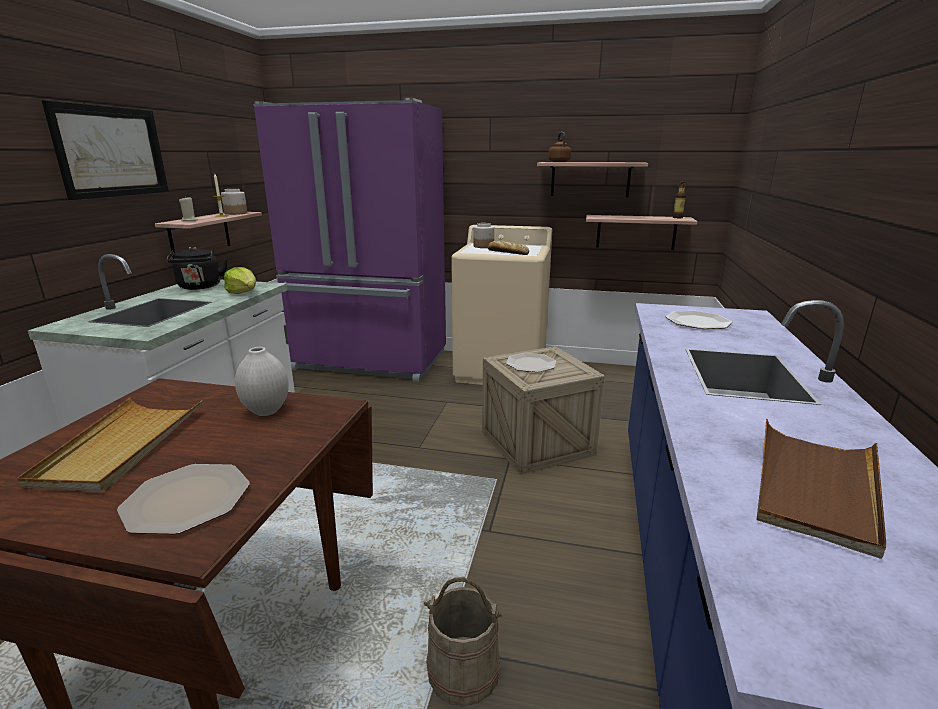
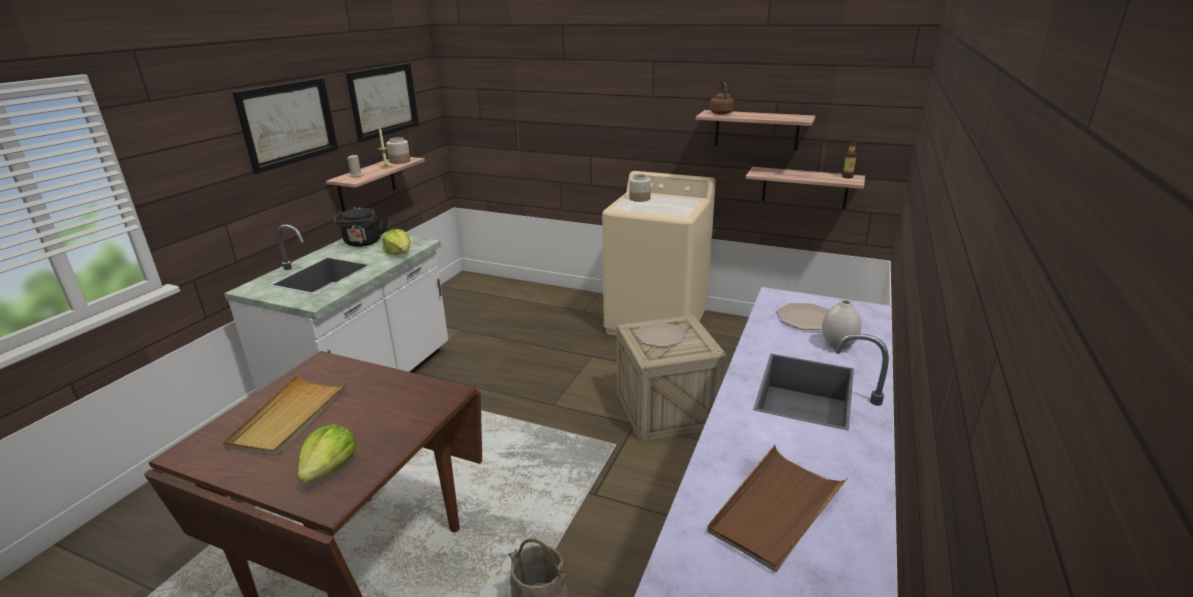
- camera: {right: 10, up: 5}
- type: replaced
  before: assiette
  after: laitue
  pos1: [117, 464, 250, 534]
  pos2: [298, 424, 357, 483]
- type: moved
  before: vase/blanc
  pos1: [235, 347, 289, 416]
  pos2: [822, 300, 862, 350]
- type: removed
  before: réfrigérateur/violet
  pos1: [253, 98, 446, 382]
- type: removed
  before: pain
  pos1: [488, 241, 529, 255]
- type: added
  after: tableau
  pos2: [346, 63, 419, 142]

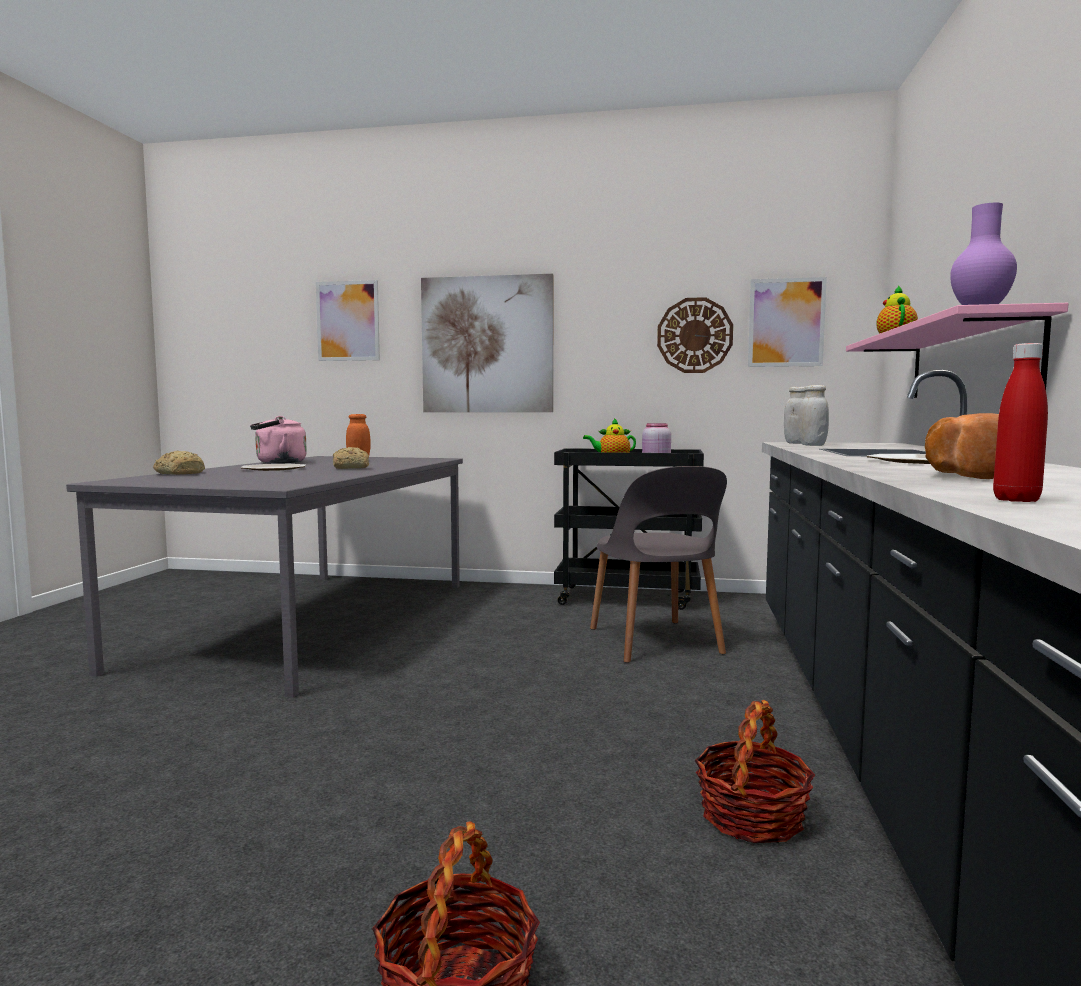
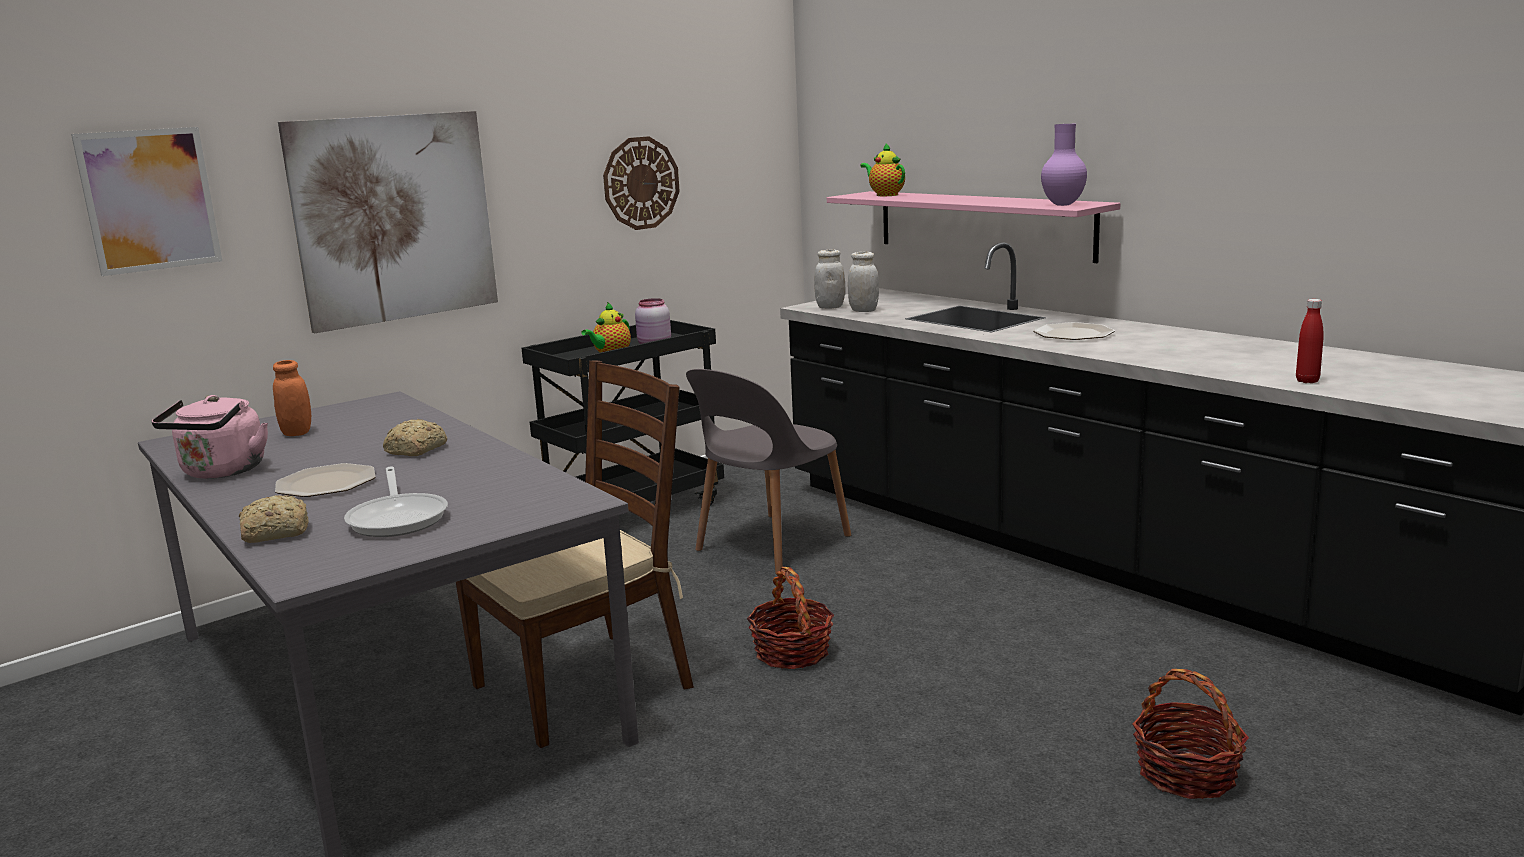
- camera: {right: -50, up: 10}
- type: turned
  before: chaise/gris
  pos1: [590, 466, 727, 663]
  pos2: [686, 369, 851, 574]
  turn: 105
- type: moved
  before: panier
  pos1: [695, 700, 815, 843]
  pos2: [747, 567, 834, 669]
- type: removed
  before: tableau
  pos1: [748, 277, 827, 367]
- type: removed
  before: pain
  pos1: [925, 413, 999, 479]
- type: added
  after: poêle
  pos2: [344, 467, 448, 537]
- type: added
  after: chaise/marron
  pos2: [456, 360, 694, 748]

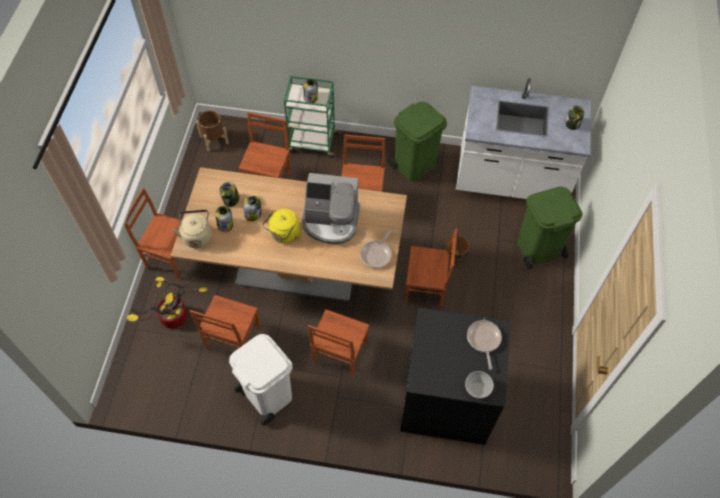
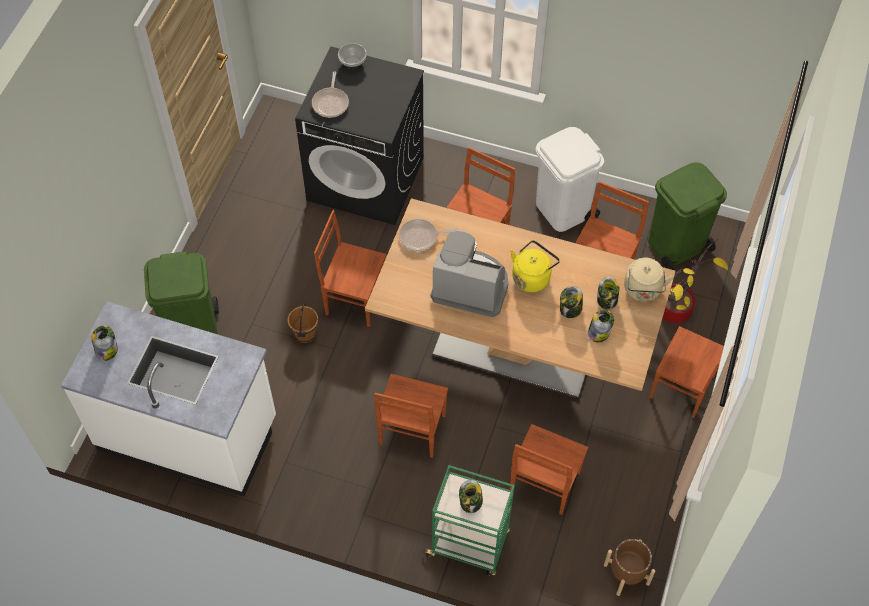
- camera: {right: -170, up: 0}
- type: turned
  before: poêle
  pos1: [360, 229, 392, 268]
  pos2: [399, 219, 458, 252]
  turn: -135
- type: moved
  before: poubelle/vert
  pos1: [388, 102, 447, 182]
  pos2: [648, 162, 727, 270]

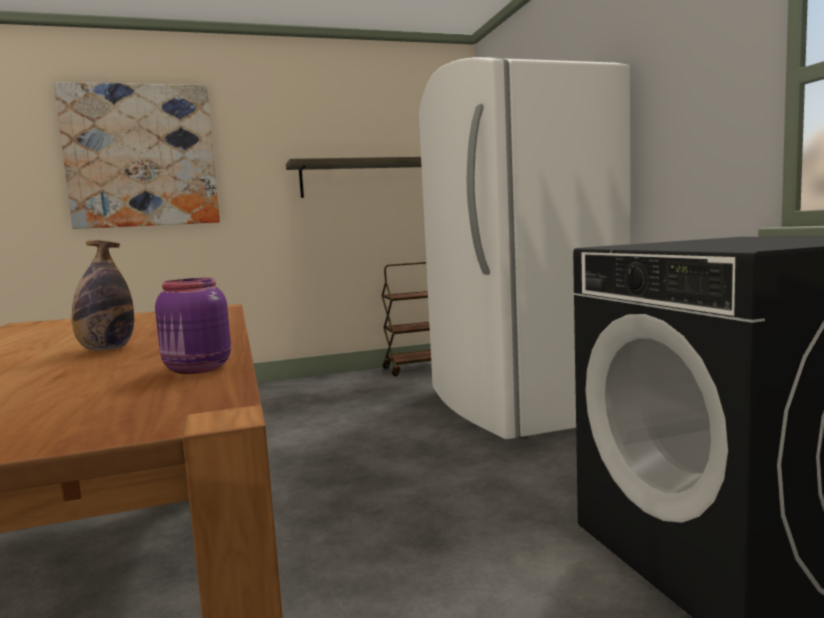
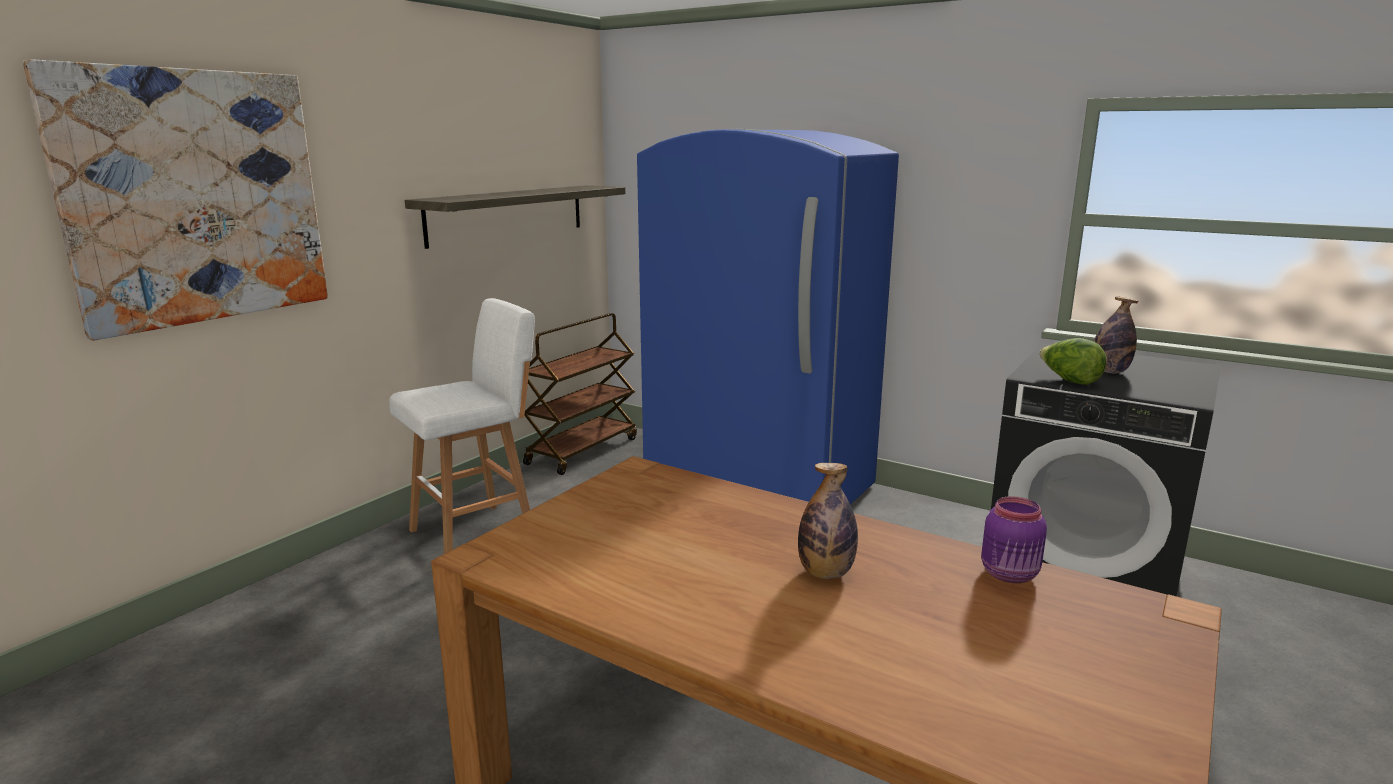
- camera: {right: -40, up: 10}
- type: recoloured
  before: réfrigérateur/blanc
  after: réfrigérateur/bleu
  pos1: [419, 57, 631, 439]
  pos2: [637, 129, 899, 504]
- type: added
  after: tabouret/blanc
  pos2: [389, 298, 535, 554]
- type: added
  after: laitue
  pos2: [1039, 338, 1107, 385]
- type: added
  after: bouteille
  pos2: [1094, 296, 1138, 373]

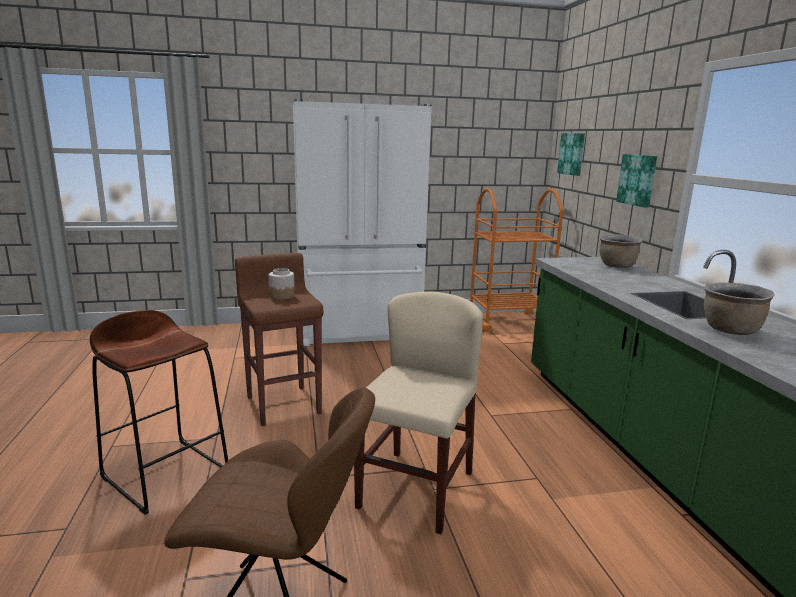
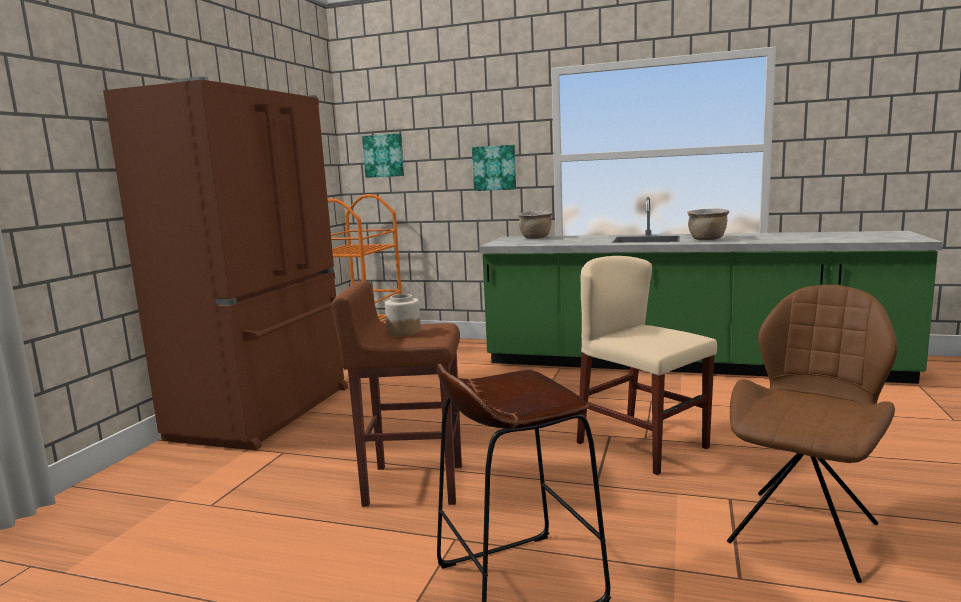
- camera: {right: -60, up: -5}
- type: recoloured
  before: réfrigérateur/blanc
  after: réfrigérateur/marron
  pos1: [293, 99, 432, 346]
  pos2: [103, 77, 348, 450]

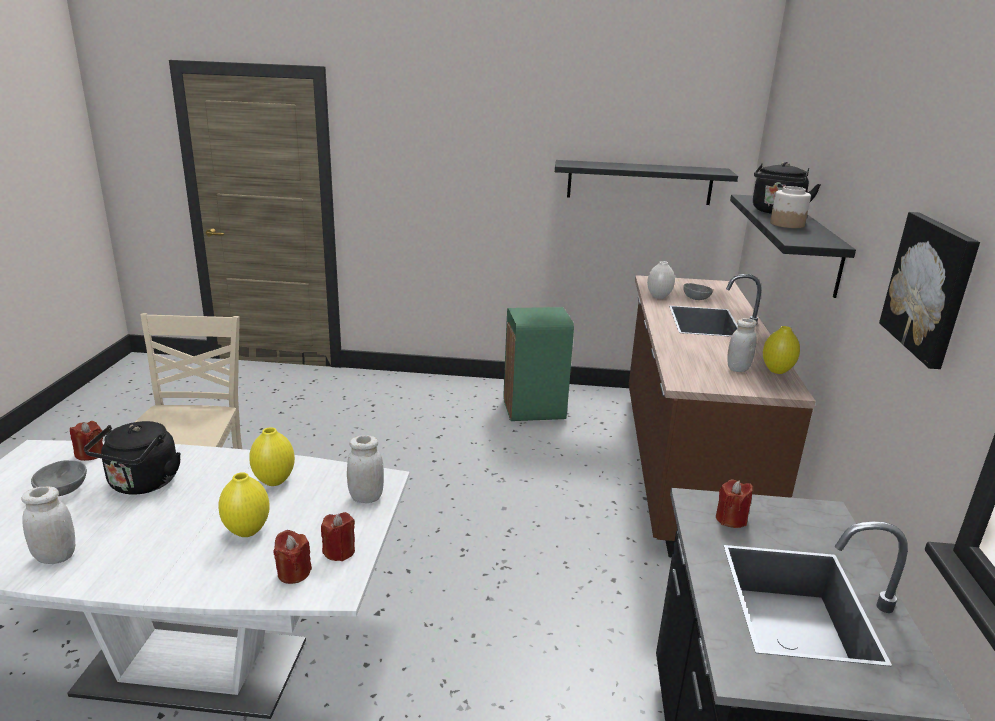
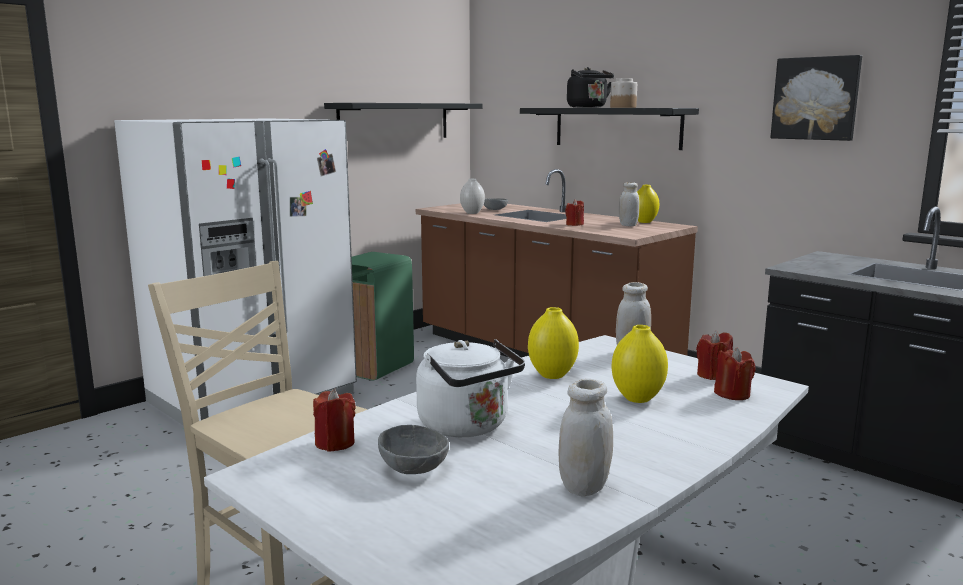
- camera: {right: -50, up: -10}
- type: recoloured
  before: bouilloire/noir
  after: bouilloire/blanc
  pos1: [84, 421, 181, 494]
  pos2: [416, 339, 525, 437]
- type: moved
  before: bougie/rouge
  pos1: [716, 479, 753, 528]
  pos2: [565, 199, 584, 226]
- type: added
  after: réfrigérateur/blanc
  pos2: [114, 119, 357, 426]

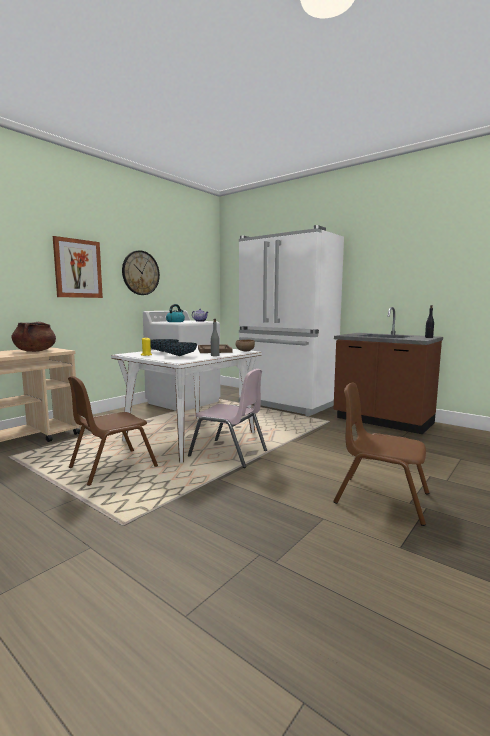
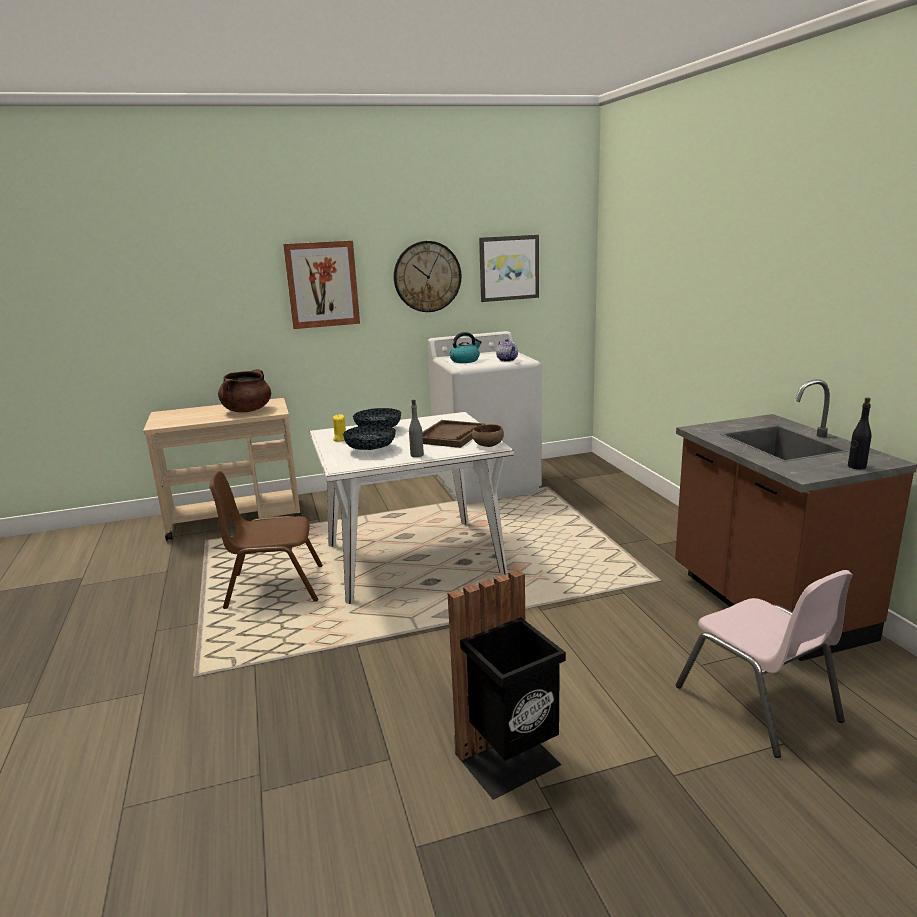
- camera: {right: 35, up: 10}
- type: moved
  before: chaise/rose
  pos1: [188, 369, 267, 468]
  pos2: [676, 570, 853, 758]
- type: removed
  before: réfrigérateur/blanc
  pos1: [239, 225, 344, 416]
- type: replaced
  before: chaise/marron
  after: poubelle/noir
  pos1: [333, 382, 429, 526]
  pos2: [448, 570, 566, 800]
- type: added
  after: tableau
  pos2: [479, 235, 539, 302]

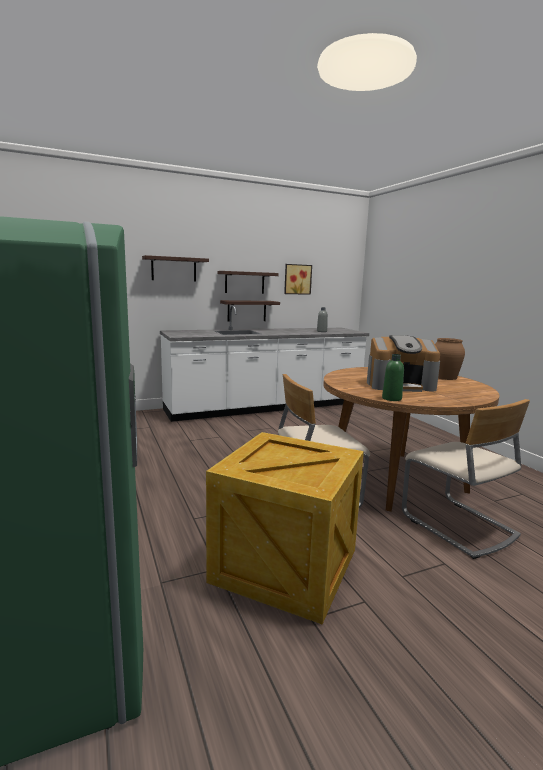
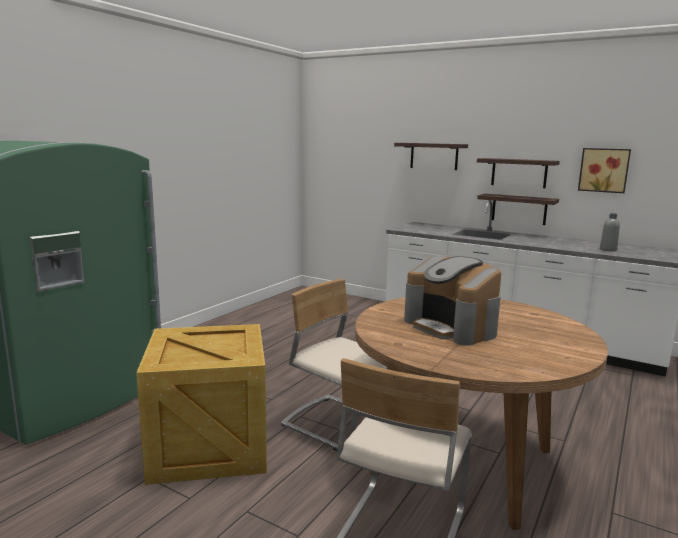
- camera: {right: 55, up: 0}
- type: removed
  before: bouteille/vert
  pos1: [382, 354, 404, 401]
- type: removed
  before: vase/marron
  pos1: [435, 338, 465, 380]

